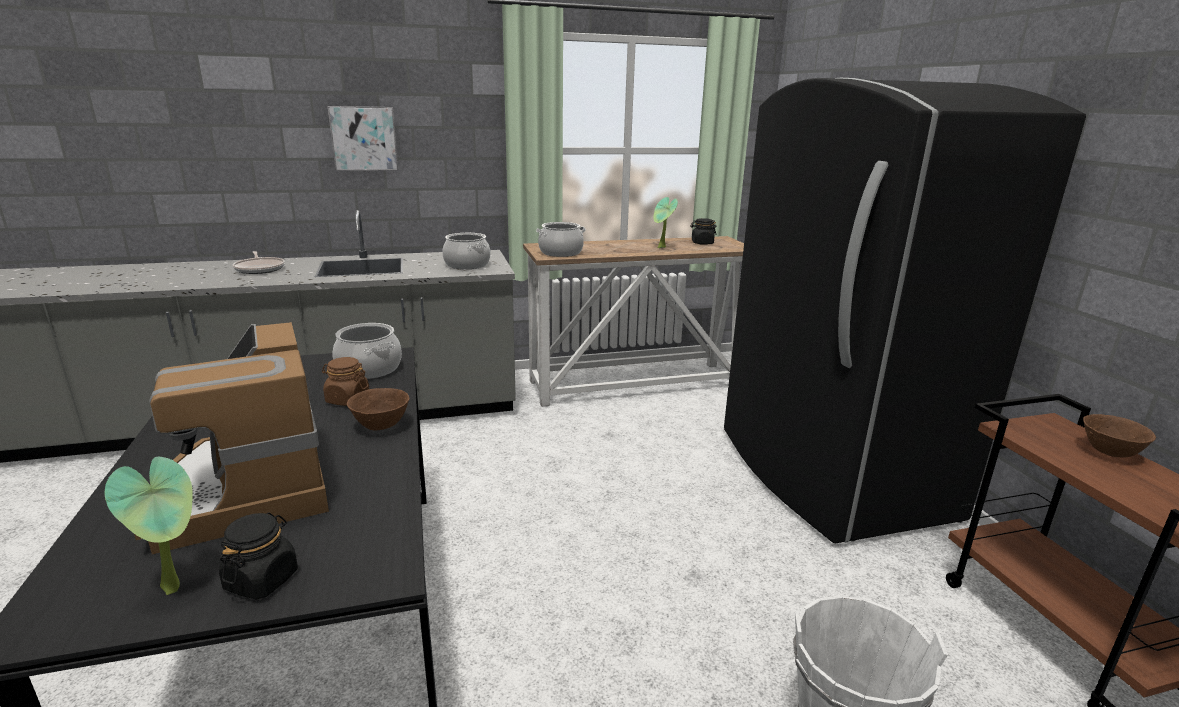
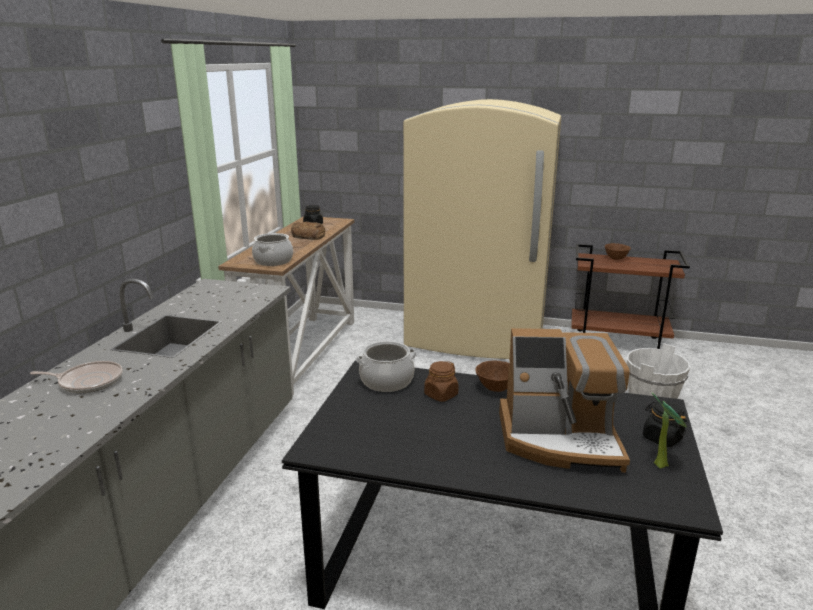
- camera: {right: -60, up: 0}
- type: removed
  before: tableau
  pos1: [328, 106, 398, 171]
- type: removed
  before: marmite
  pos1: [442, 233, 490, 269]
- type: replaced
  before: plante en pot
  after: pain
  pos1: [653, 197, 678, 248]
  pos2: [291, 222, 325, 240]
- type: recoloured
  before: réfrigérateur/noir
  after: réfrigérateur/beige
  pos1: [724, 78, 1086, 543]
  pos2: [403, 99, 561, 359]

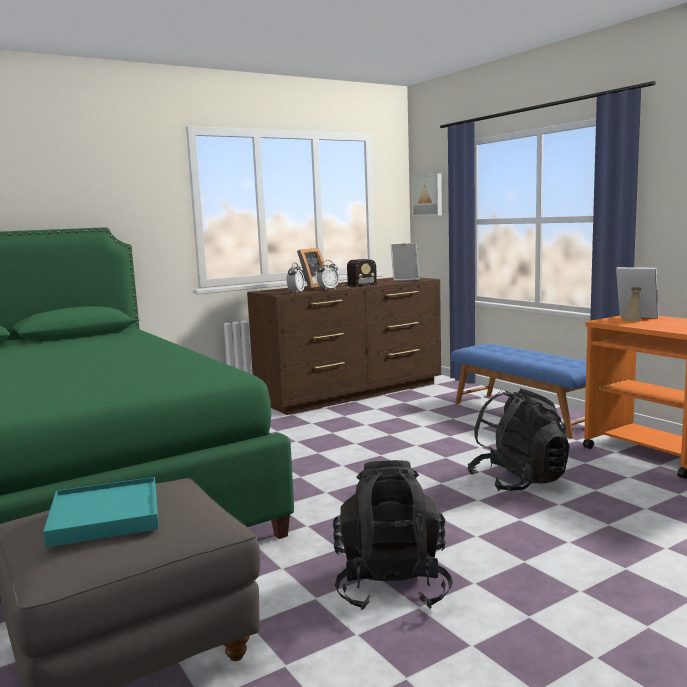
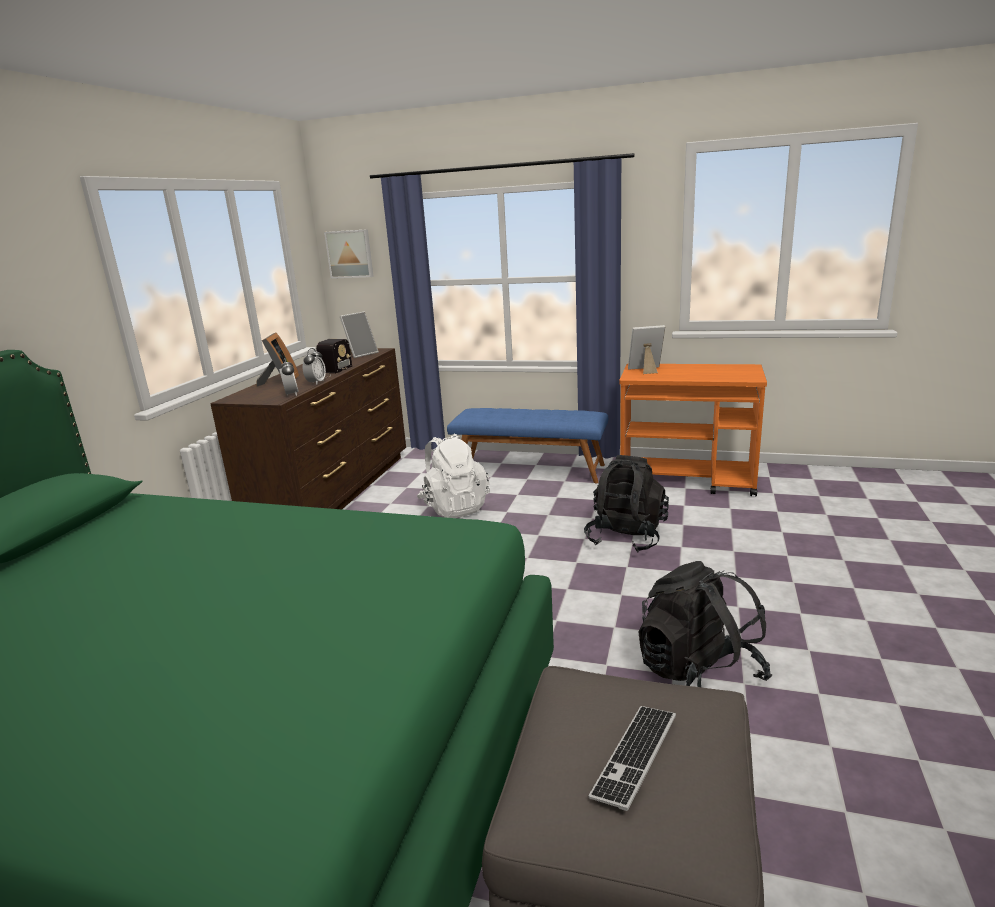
- camera: {right: -40, up: 10}
- type: replaced
  before: plateau/turquoise
  after: clavier
  pos1: [43, 477, 159, 547]
  pos2: [588, 706, 676, 811]
- type: added
  after: sac à dos/blanc
  pos2: [417, 434, 490, 518]

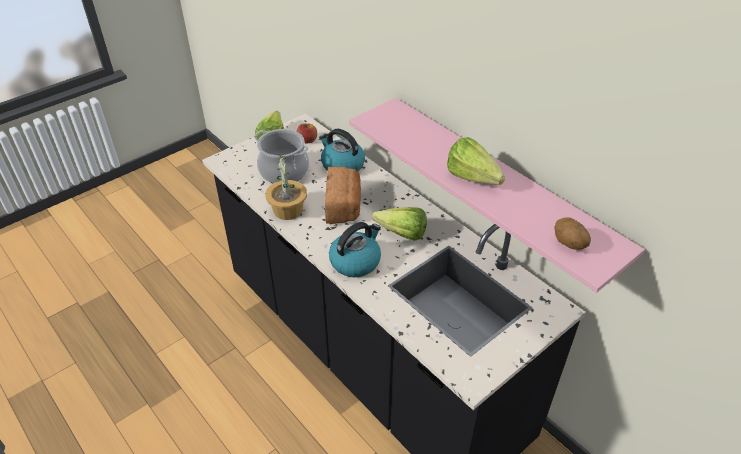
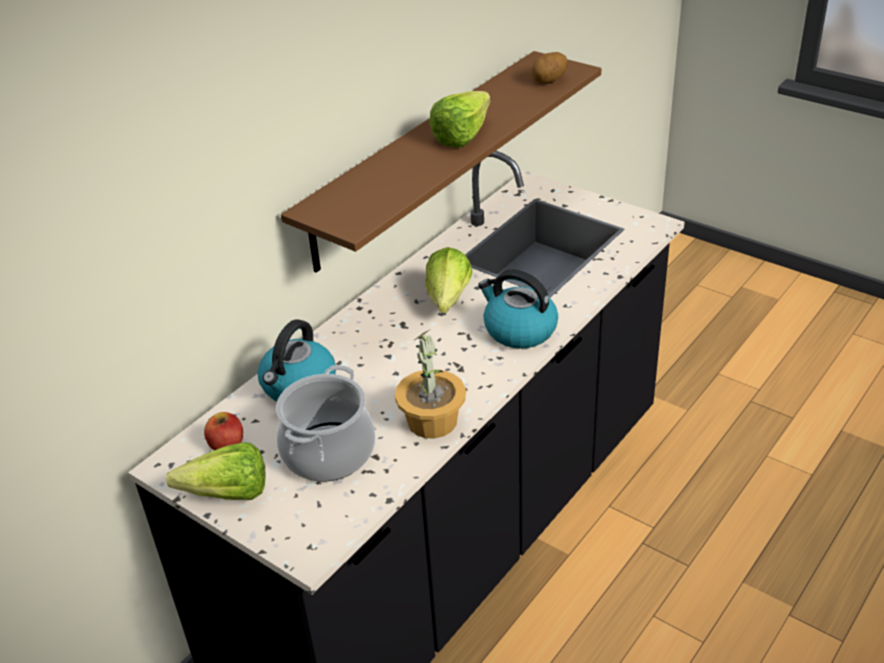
- camera: {right: -100, up: -5}
- type: removed
  before: pain
  pos1: [325, 167, 361, 224]
- type: recoloured
  before: étagère/rose
  after: étagère/marron
  pos1: [349, 98, 645, 293]
  pos2: [281, 51, 602, 273]

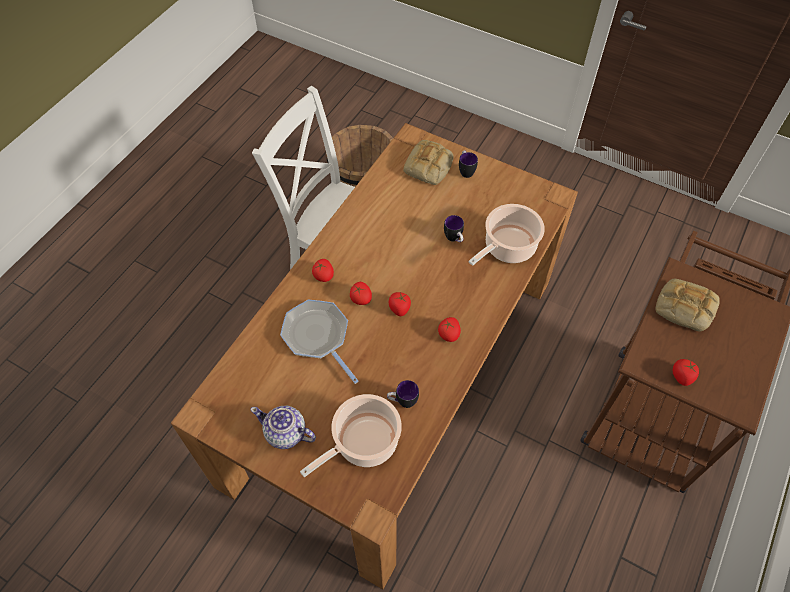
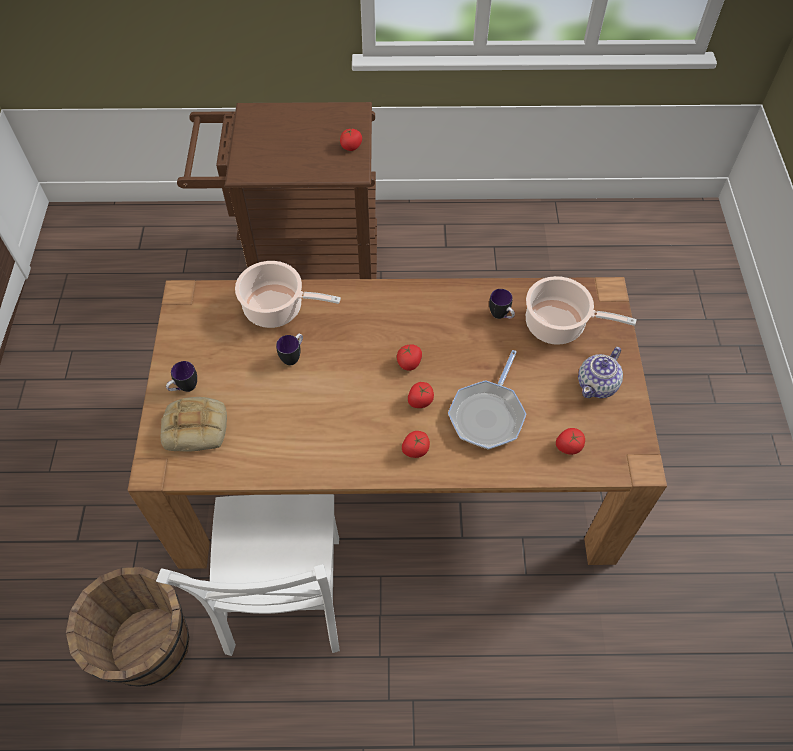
- camera: {right: -120, up: 0}
- type: turned
  before: théière
  pos1: [250, 406, 316, 449]
  pos2: [578, 347, 623, 398]
  turn: 45
- type: moved
  before: tomate
  pos1: [438, 317, 461, 342]
  pos2: [556, 428, 585, 455]
- type: removed
  before: pain
  pos1: [656, 278, 720, 332]

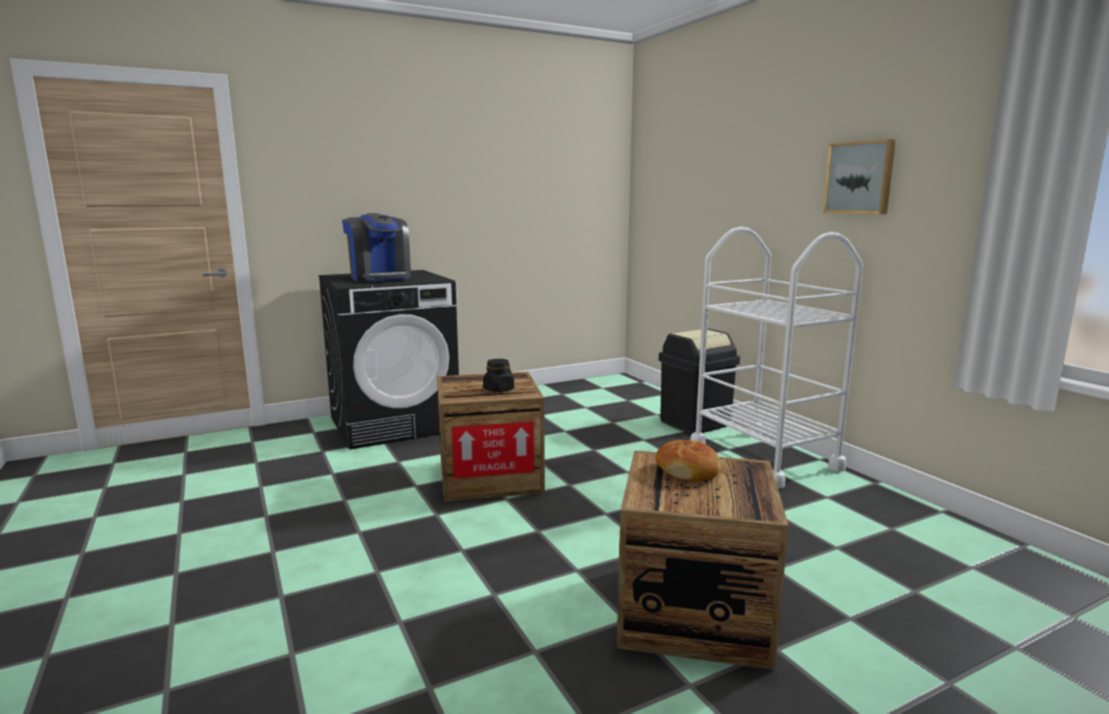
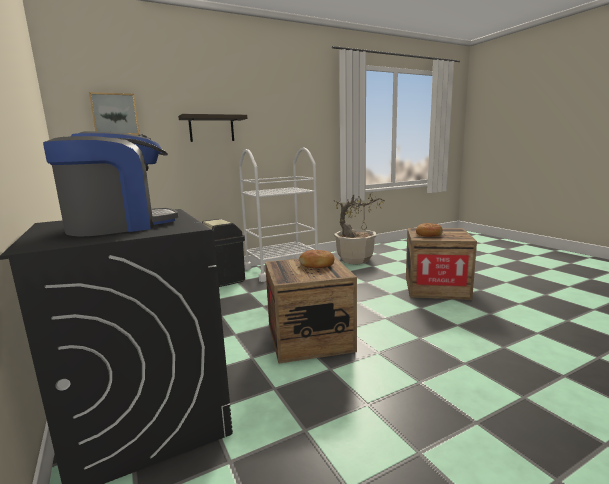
- camera: {right: -90, up: 0}
- type: replaced
  before: bocal/noir
  after: pain
  pos1: [483, 359, 514, 392]
  pos2: [299, 250, 334, 268]
- type: moved
  before: tableau
  pos1: [823, 139, 896, 214]
  pos2: [89, 92, 140, 135]
- type: added
  after: étagère
  pos2: [178, 114, 247, 142]
- type: added
  after: plante en pot
  pos2: [333, 192, 385, 264]

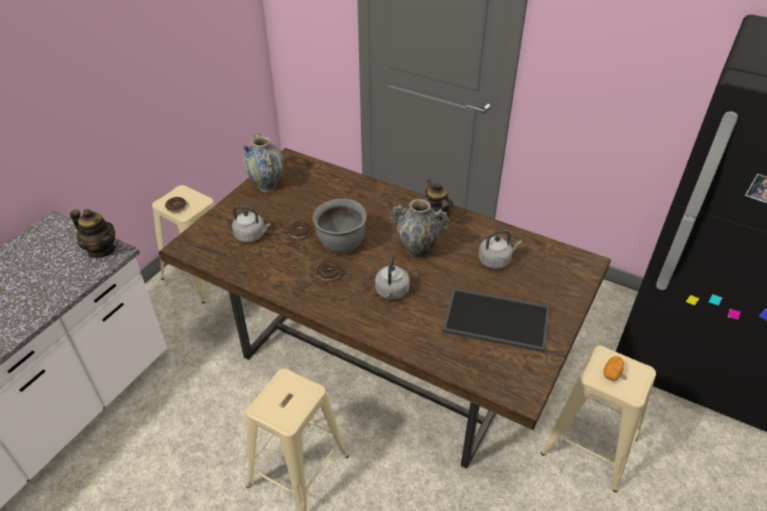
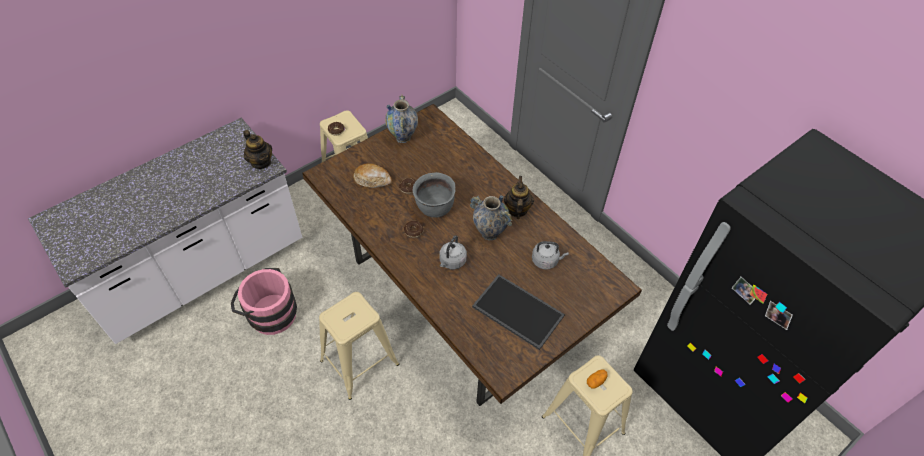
- camera: {right: 20, up: 10}
- type: replaced
  before: bouilloire/gris
  after: pain
  pos1: [232, 205, 271, 242]
  pos2: [353, 163, 392, 188]
- type: added
  after: seau/rose
  pos2: [231, 268, 297, 335]

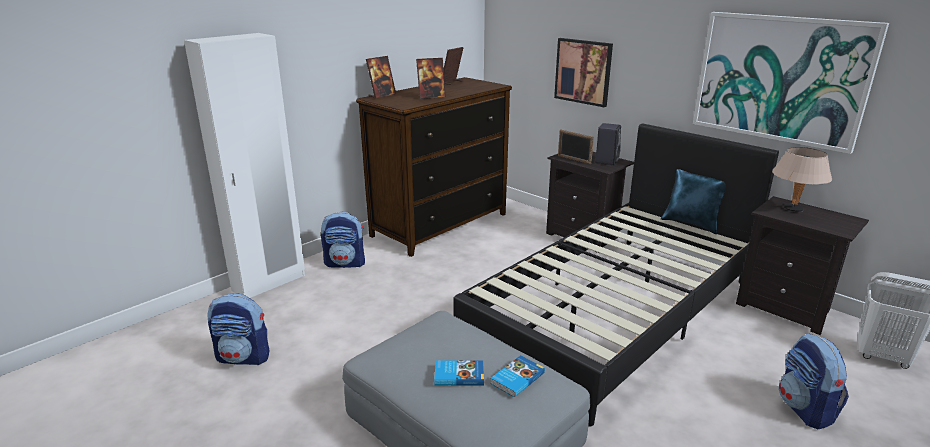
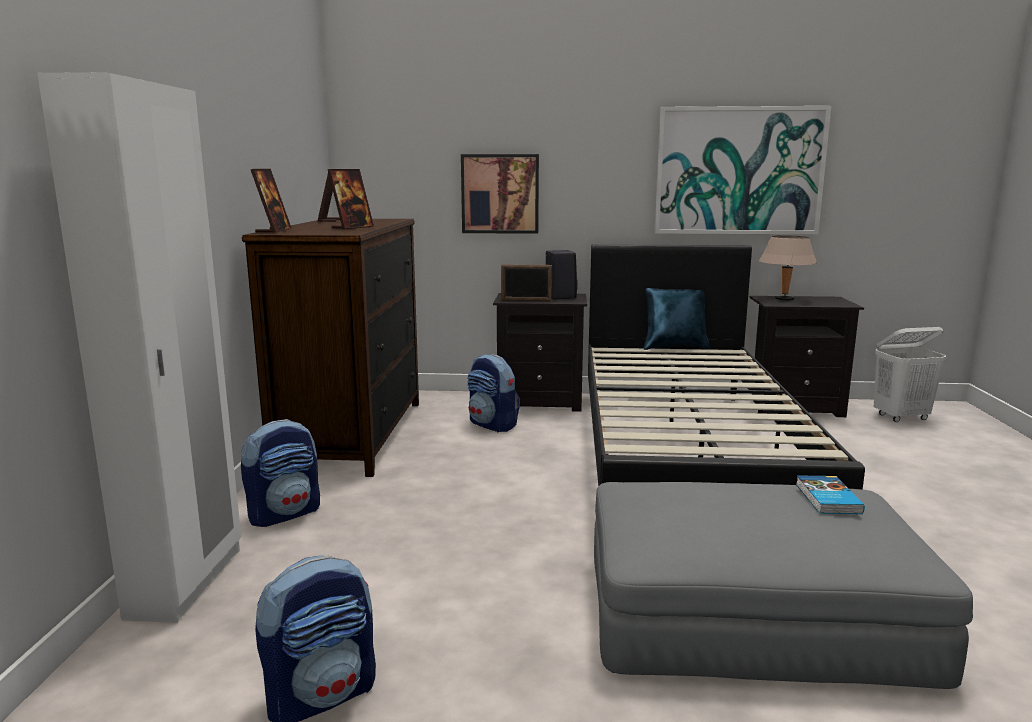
- camera: {right: -40, up: -10}
- type: removed
  before: livre
  pos1: [434, 360, 484, 385]
- type: moved
  before: sac à dos
  pos1: [779, 334, 849, 429]
  pos2: [467, 354, 520, 432]

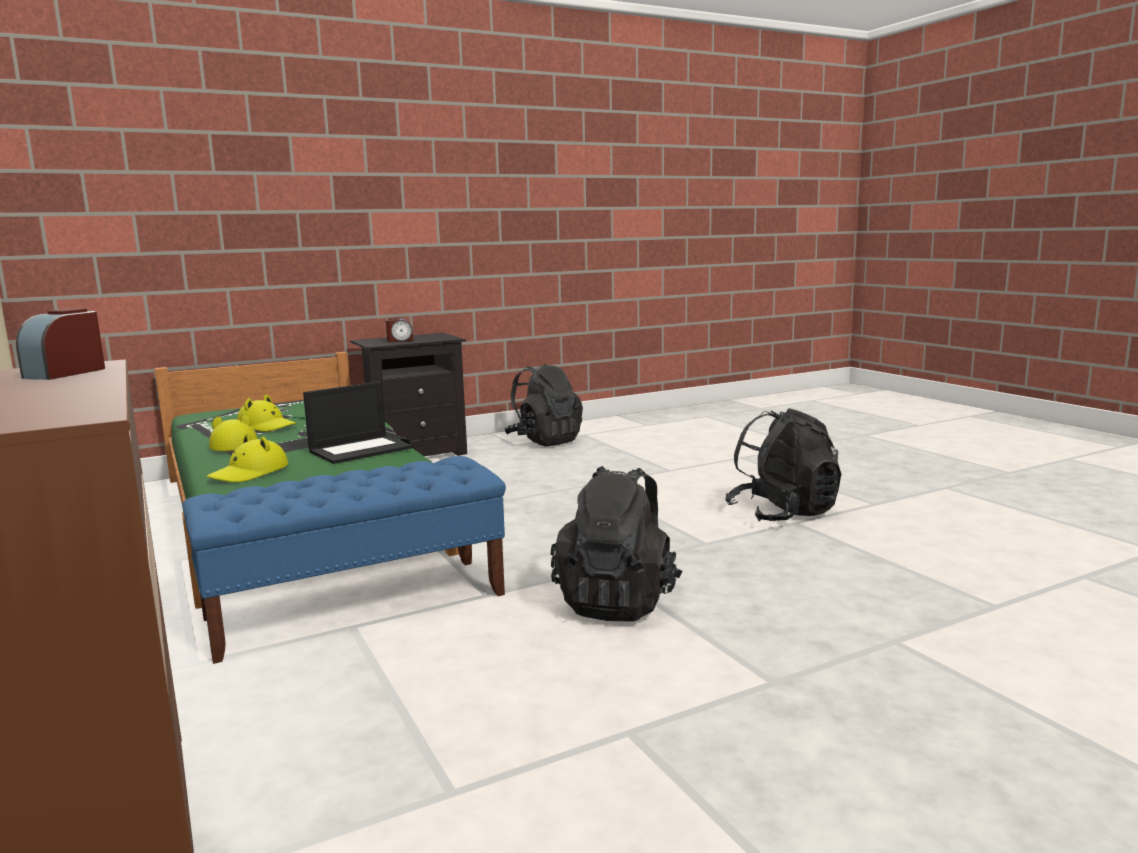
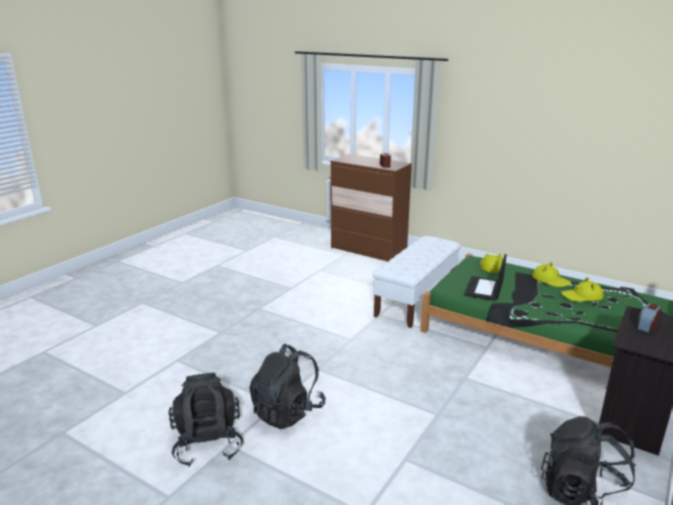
- camera: {right: 150, up: 10}
- type: recoloured
  before: banc/bleu
  after: banc/blanc
  pos1: [182, 456, 506, 664]
  pos2: [373, 236, 461, 328]
- type: moved
  before: sac à dos/noir
  pos1: [551, 466, 683, 622]
  pos2: [168, 373, 243, 467]

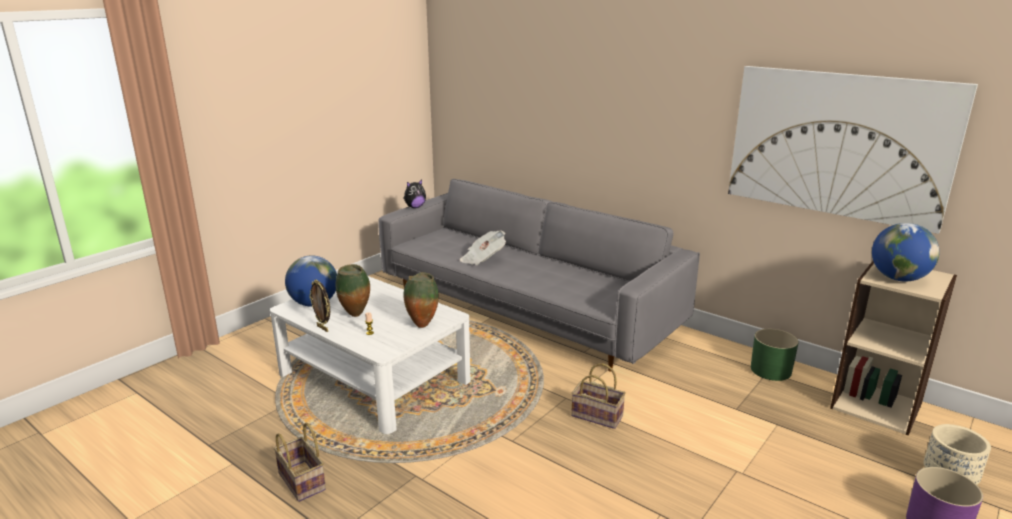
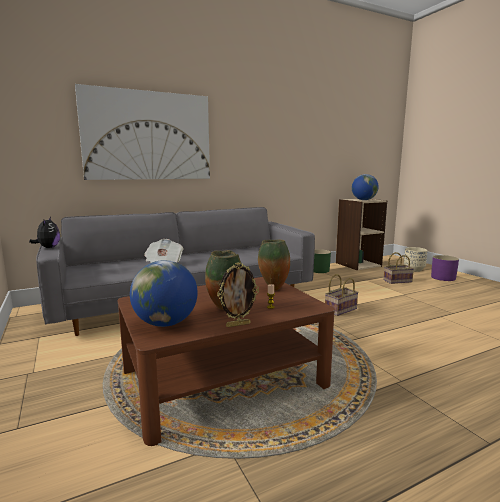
- camera: {right: -65, up: -10}
- type: recoloured
  before: table basse/blanc
  after: table basse/marron
  pos1: [270, 276, 470, 434]
  pos2: [117, 277, 335, 446]
- type: moved
  before: panier
  pos1: [274, 423, 326, 502]
  pos2: [383, 252, 414, 284]
- type: moved
  before: tableau
  pos1: [728, 66, 978, 234]
  pos2: [75, 84, 210, 180]

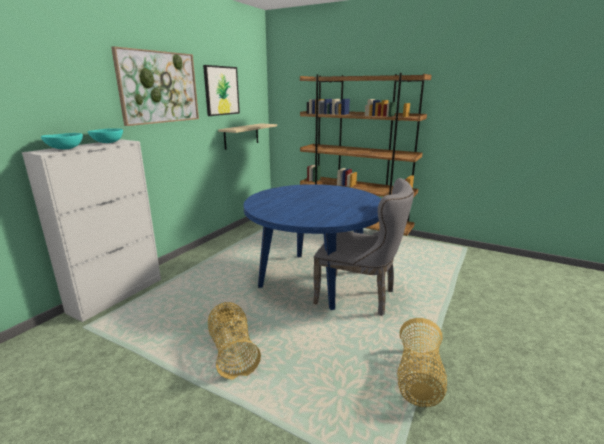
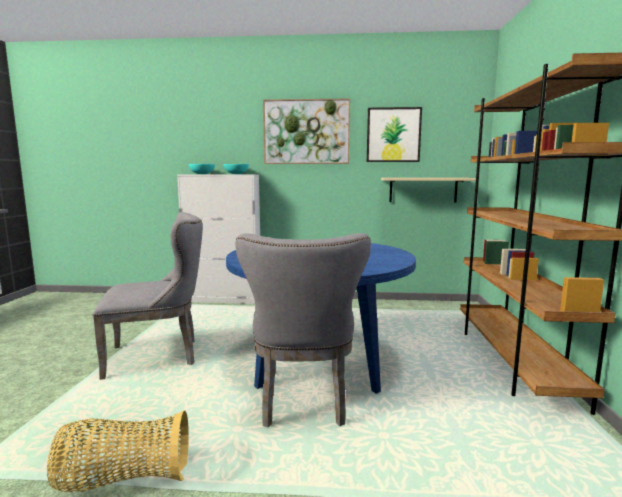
- camera: {right: 65, up: -10}
- type: replaced
  before: panier
  after: chaise/gris
  pos1: [208, 302, 261, 380]
  pos2: [93, 212, 203, 380]

